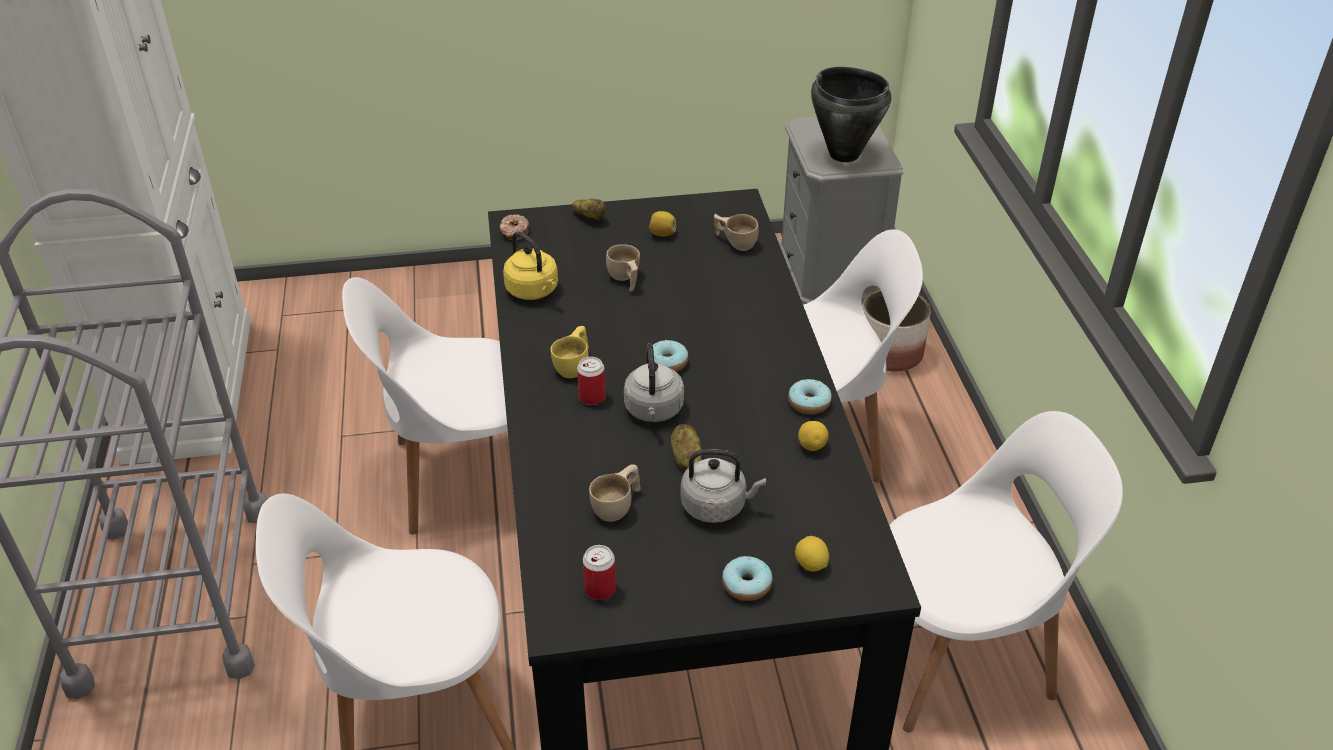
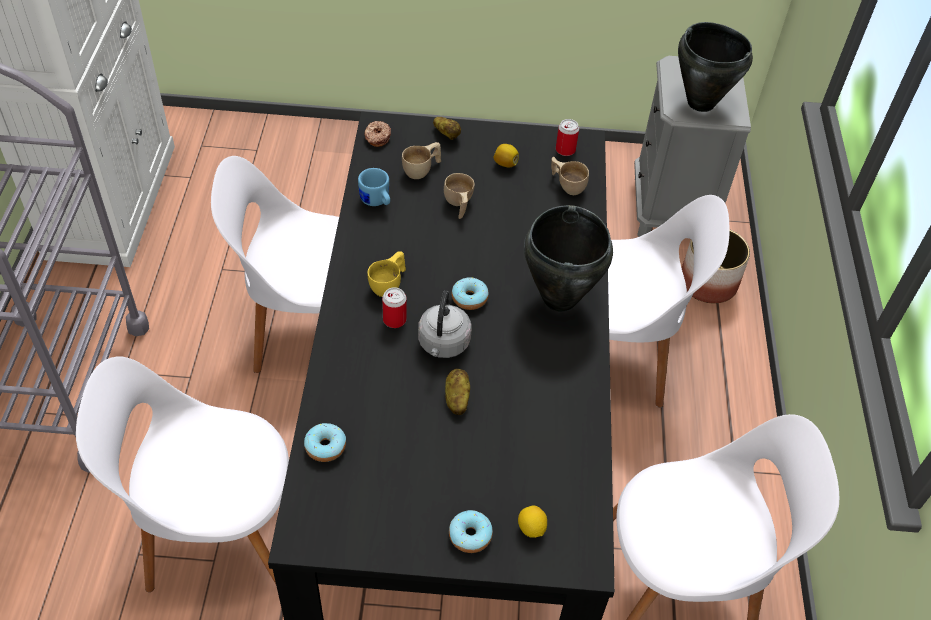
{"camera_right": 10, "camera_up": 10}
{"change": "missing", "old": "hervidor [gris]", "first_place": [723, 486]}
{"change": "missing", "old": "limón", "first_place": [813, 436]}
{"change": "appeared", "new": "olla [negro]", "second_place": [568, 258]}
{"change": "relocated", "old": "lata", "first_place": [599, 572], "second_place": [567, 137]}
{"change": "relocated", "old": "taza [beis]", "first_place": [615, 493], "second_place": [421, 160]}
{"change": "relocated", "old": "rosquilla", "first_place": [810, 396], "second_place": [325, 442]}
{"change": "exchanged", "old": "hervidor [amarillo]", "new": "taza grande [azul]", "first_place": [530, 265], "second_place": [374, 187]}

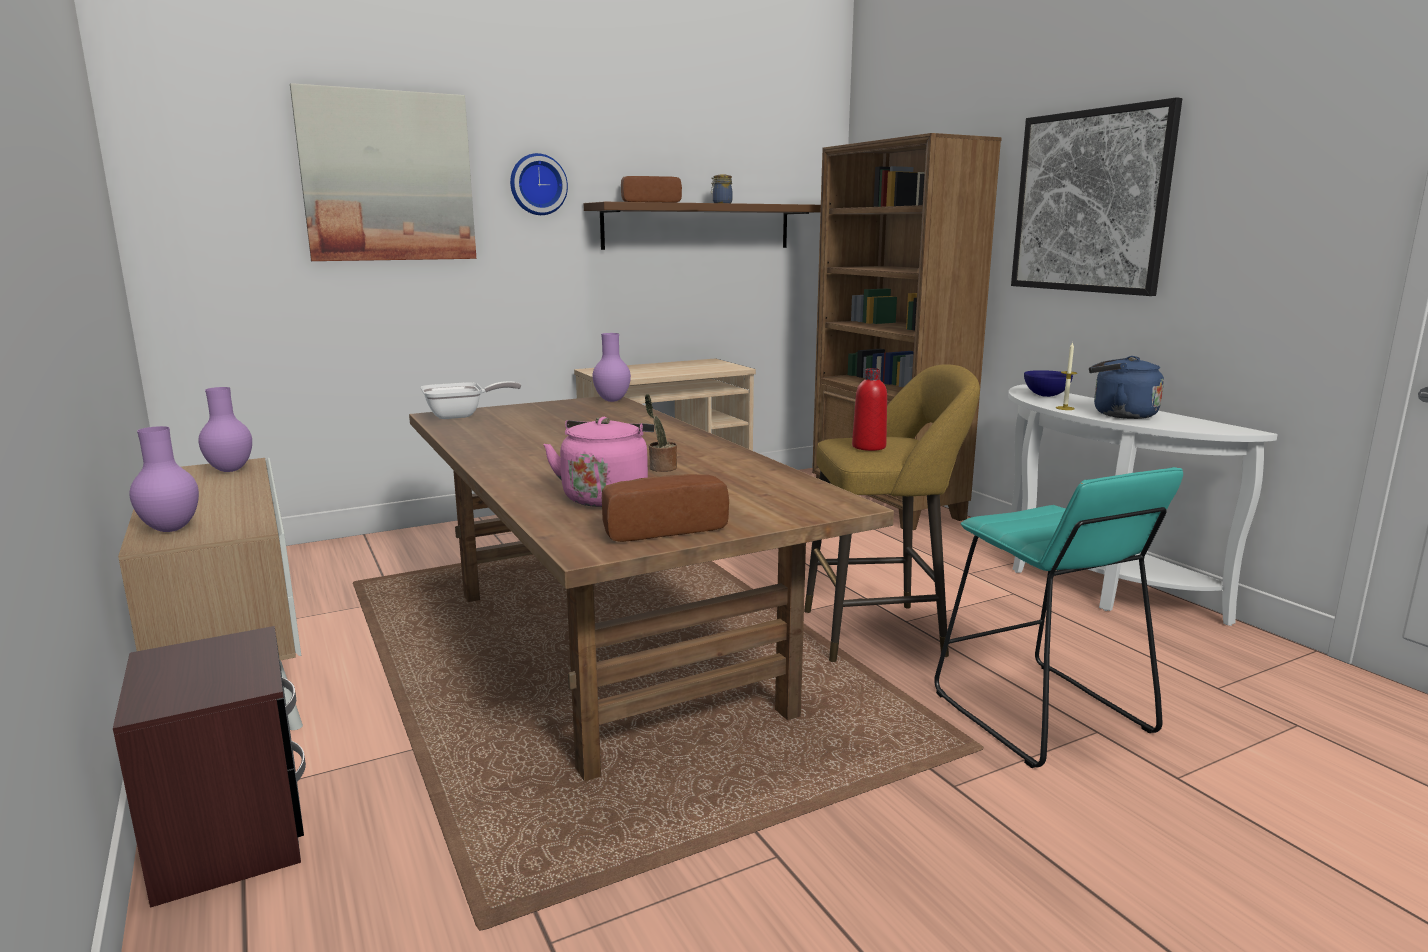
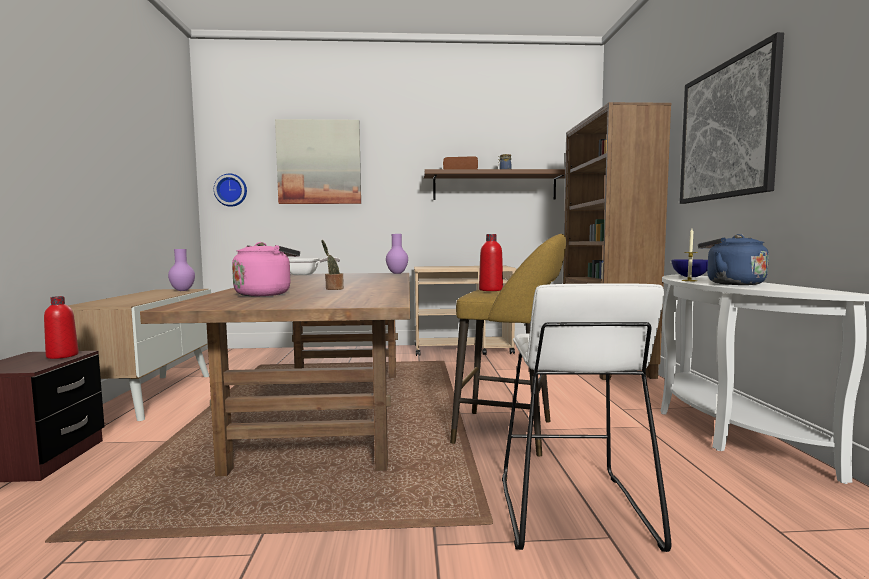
{"camera_right": 25, "camera_up": -10}
{"change": "missing", "old": "florero [morado]", "first_place": [164, 479]}
{"change": "missing", "old": "pan", "first_place": [665, 508]}
{"change": "appeared", "new": "botella [rojo]", "second_place": [61, 327]}
{"change": "relocated", "old": "reloj de pared", "first_place": [539, 184], "second_place": [230, 190]}
{"change": "colour", "old": "taburete [turquesa]", "new": "taburete [blanco]", "first_place": [1058, 617], "second_place": [586, 417]}

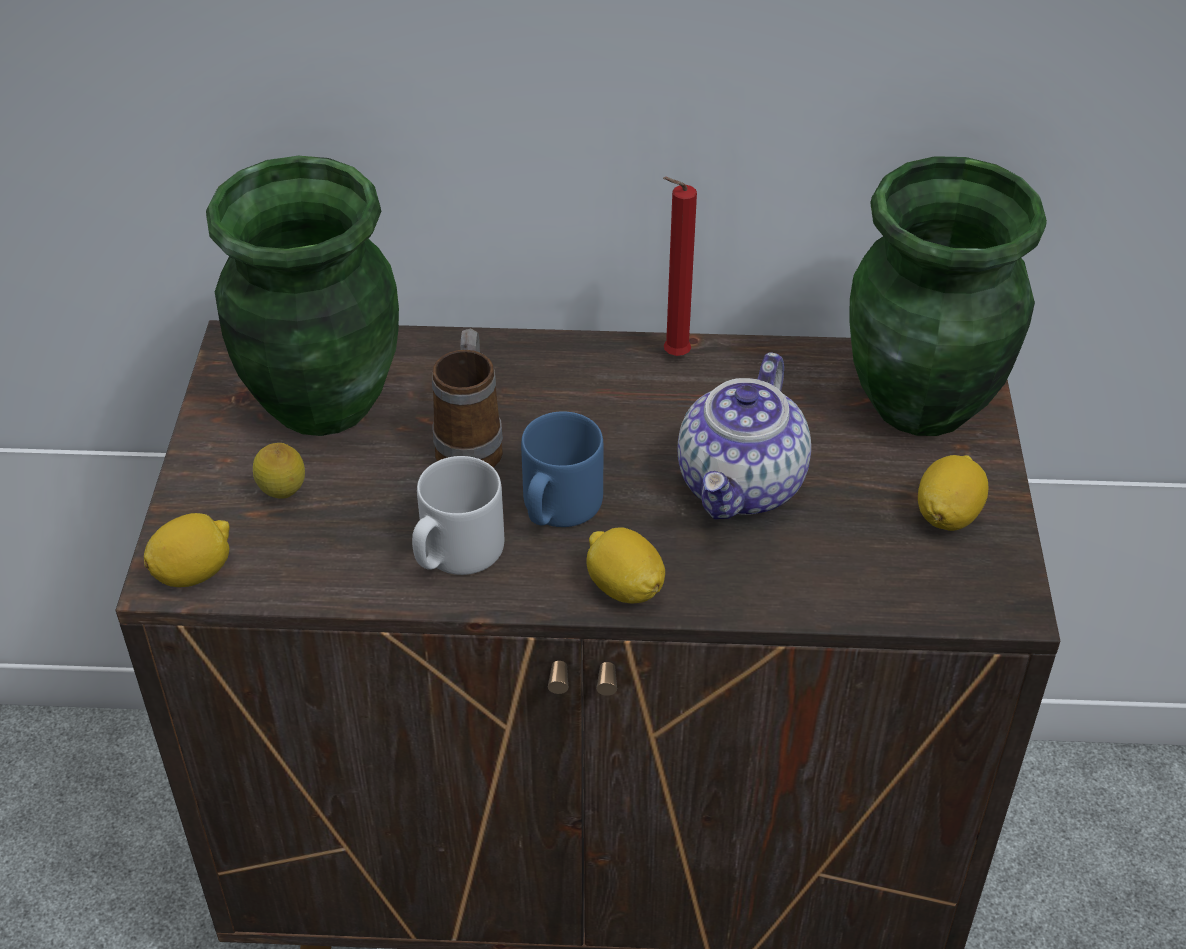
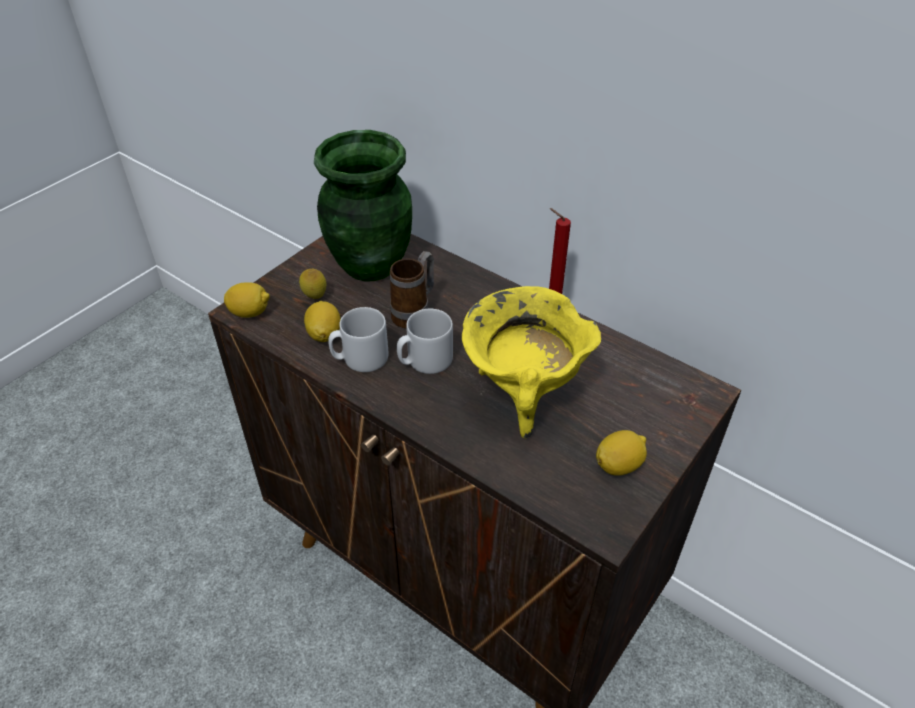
{"camera_right": 35, "camera_up": 0}
{"change": "missing", "old": "florero [verde]", "first_place": [948, 296]}
{"change": "relocated", "old": "limón", "first_place": [625, 565], "second_place": [322, 321]}
{"change": "exchanged", "old": "tetera", "new": "olla [amarillo]", "first_place": [744, 435], "second_place": [531, 362]}
{"change": "colour", "old": "taza grande [azul]", "new": "taza grande [gris]", "first_place": [562, 469], "second_place": [425, 341]}

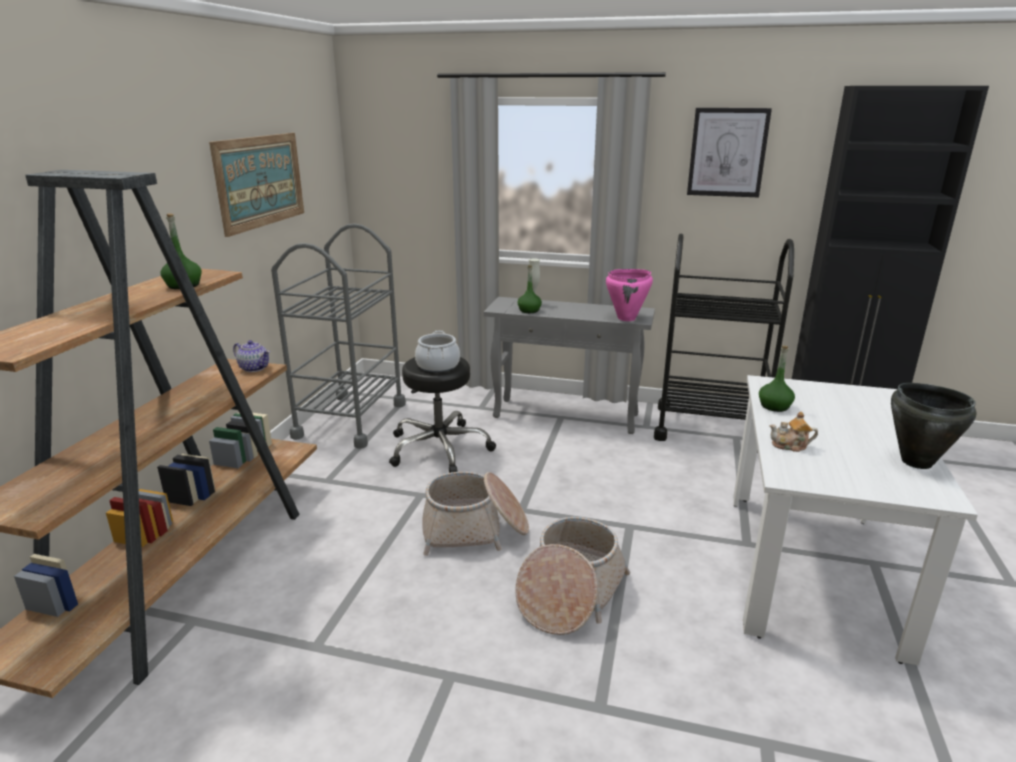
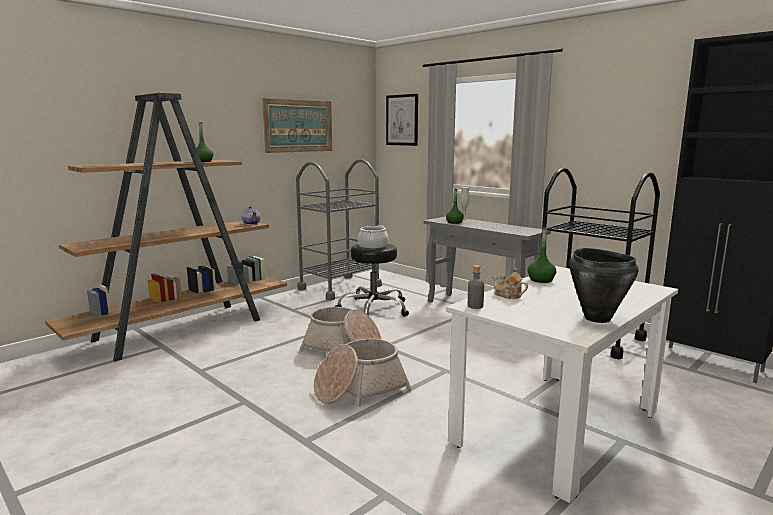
{"camera_right": 30, "camera_up": -10}
{"change": "missing", "old": "olla [rosa]", "first_place": [629, 295]}
{"change": "appeared", "new": "botella [gris]", "second_place": [476, 287]}
{"change": "relocated", "old": "cuadro", "first_place": [729, 152], "second_place": [402, 120]}

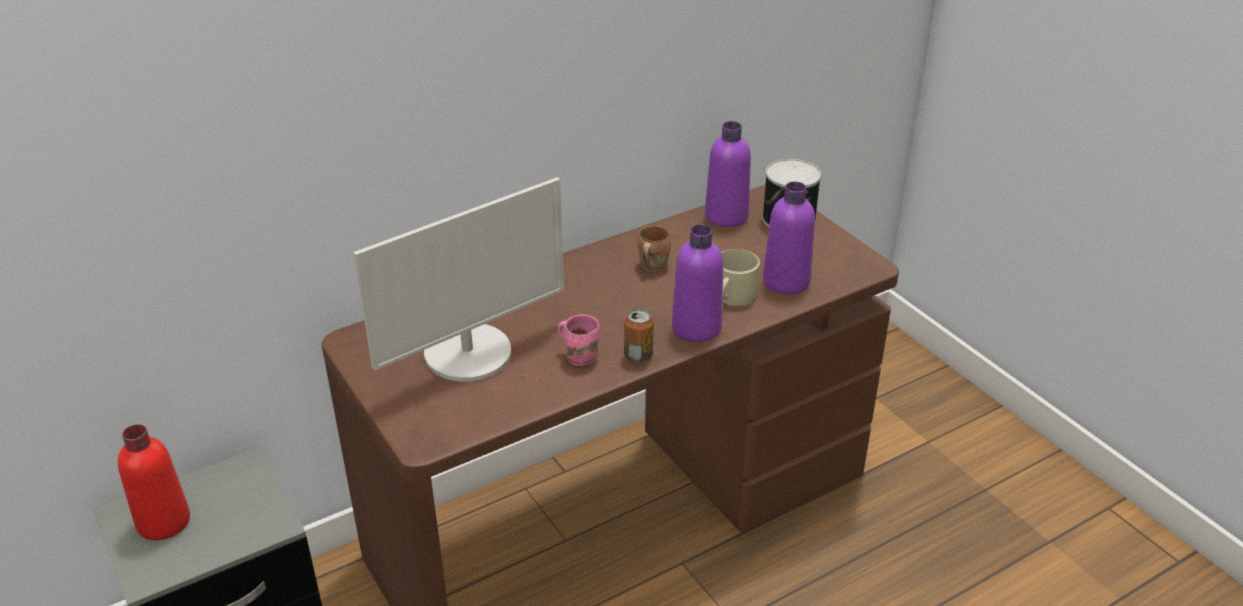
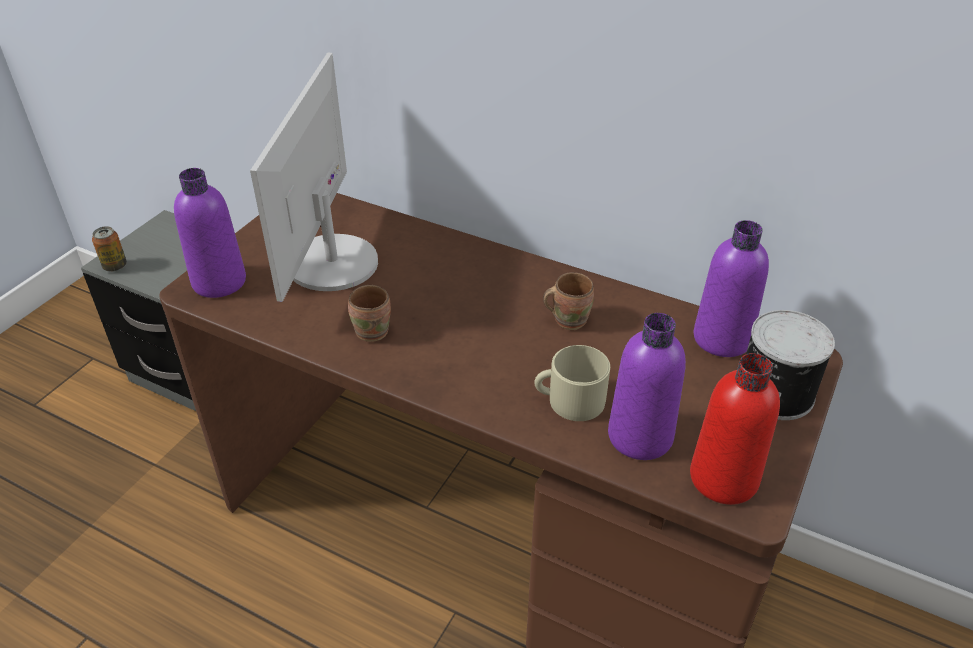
{"camera_right": 60, "camera_up": 5}
{"change": "relocated", "old": "botella [rojo]", "first_place": [154, 482], "second_place": [735, 429]}
{"change": "relocated", "old": "lata", "first_place": [639, 335], "second_place": [109, 249]}
{"change": "relocated", "old": "botella [morado]", "first_place": [697, 283], "second_place": [210, 233]}
{"change": "colour", "old": "taza grande [rosa]", "new": "taza grande [marrón]", "first_place": [579, 340], "second_place": [369, 313]}
{"change": "spun", "old": "monitor", "first_place": [459, 279], "second_place": [314, 177], "degrees": 75}

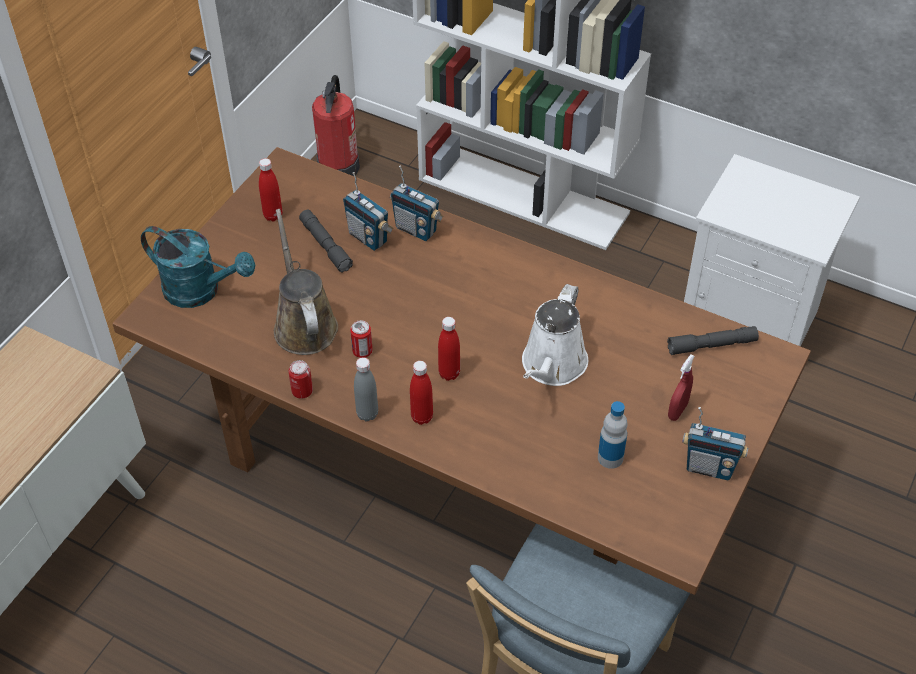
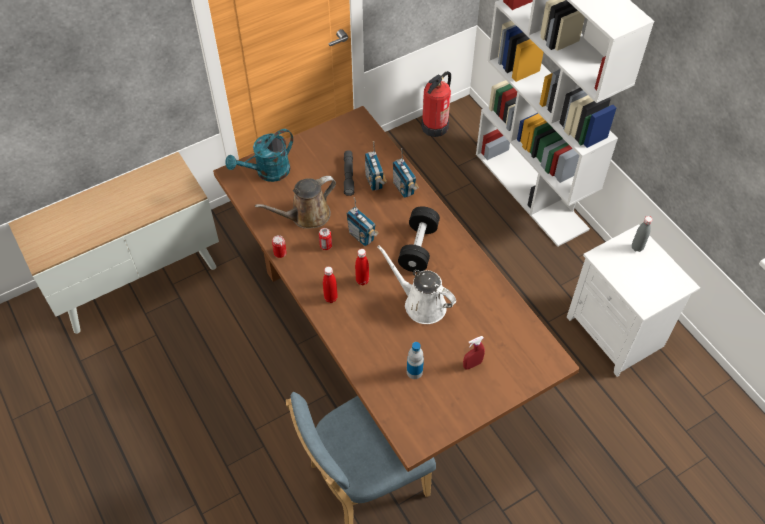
{"camera_right": 30, "camera_up": 5}
{"change": "missing", "old": "botella [rojo]", "first_place": [270, 189]}
{"change": "missing", "old": "linterna [gris]", "first_place": [713, 340]}
{"change": "appeared", "new": "mancuerna [negro]", "second_place": [419, 239]}
{"change": "relocated", "old": "botella [gris]", "first_place": [366, 389], "second_place": [642, 234]}
{"change": "relocated", "old": "radio", "first_place": [715, 443], "second_place": [362, 221]}
{"change": "spun", "old": "regadera [turquesa]", "first_place": [198, 267], "second_place": [259, 155], "degrees": 90}
{"change": "spun", "old": "regadera [marrón]", "first_place": [306, 282], "second_place": [295, 202], "degrees": -135}
{"change": "spun", "old": "regadera [blanco]", "first_place": [555, 335], "second_place": [416, 284], "degrees": 75}

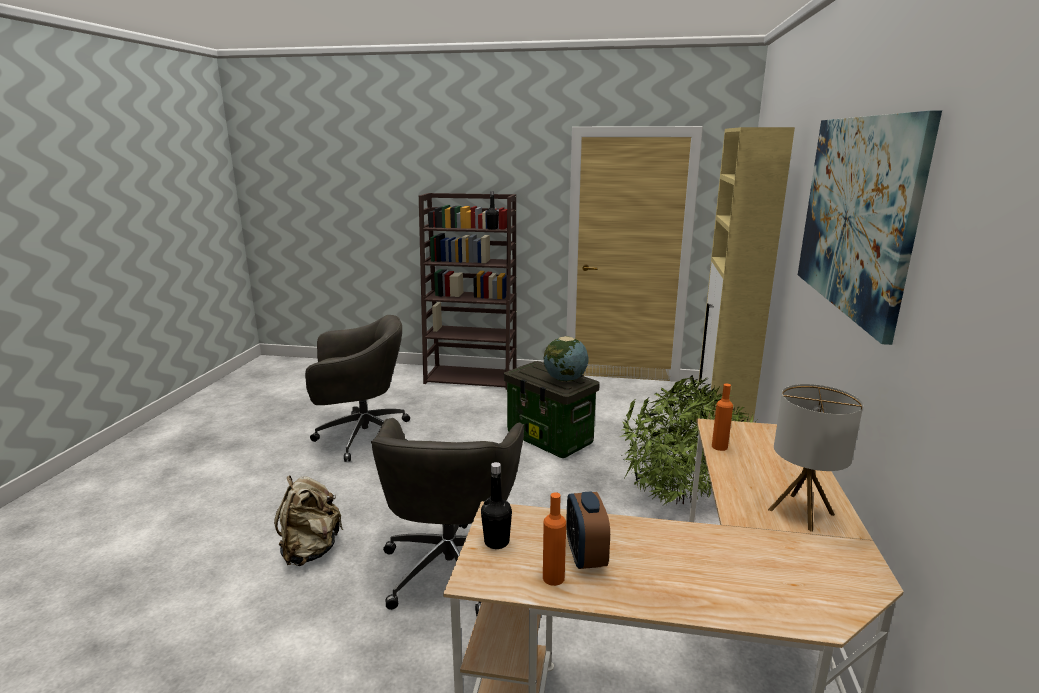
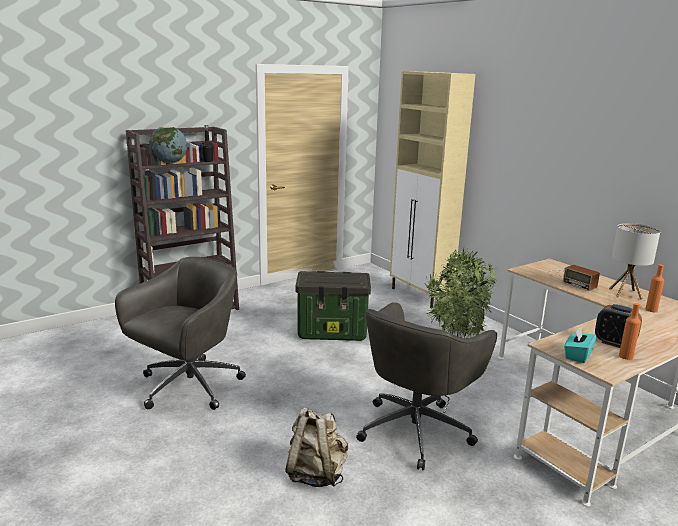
{"camera_right": -45, "camera_up": 0}
{"change": "missing", "old": "cuadro", "first_place": [870, 227]}
{"change": "appeared", "new": "radio", "second_place": [574, 278]}
{"change": "relocated", "old": "globo terráqueo", "first_place": [566, 359], "second_place": [168, 145]}
{"change": "relocated", "old": "botella [naranja]", "first_place": [722, 417], "second_place": [654, 288]}
{"change": "exchanged", "old": "botella [negro]", "new": "caja de pañuelos [turquesa]", "first_place": [496, 505], "second_place": [580, 345]}
{"change": "spun", "old": "silla de oficina [gris]", "first_place": [447, 517], "second_place": [426, 386], "degrees": 75}

